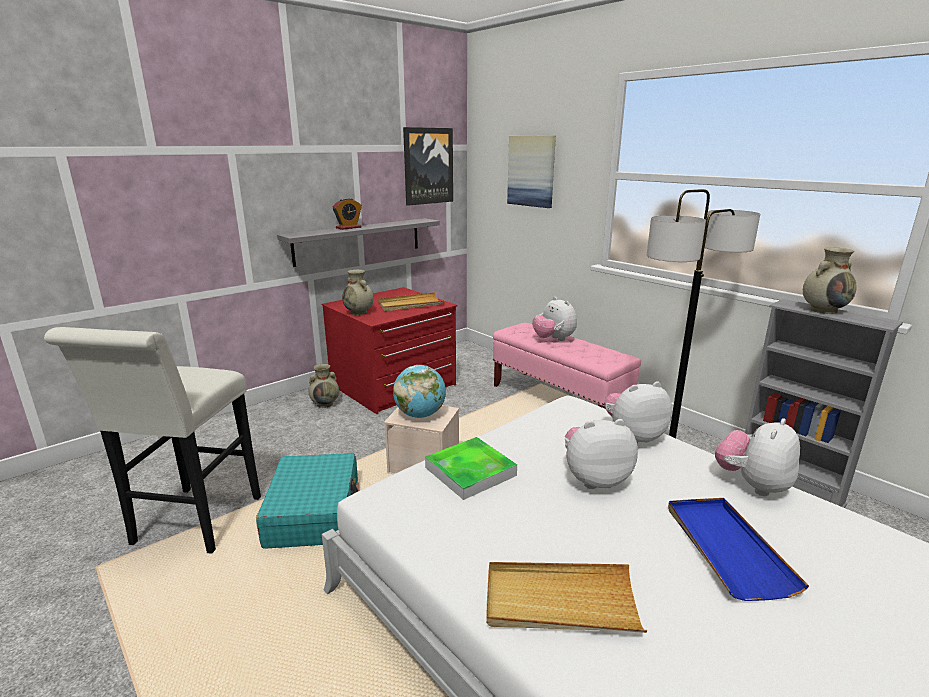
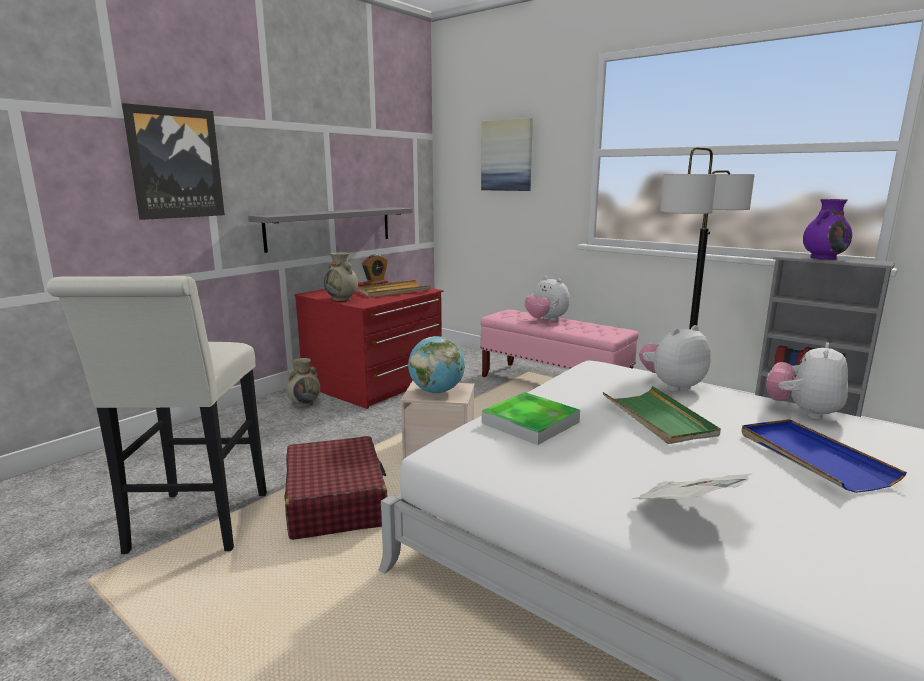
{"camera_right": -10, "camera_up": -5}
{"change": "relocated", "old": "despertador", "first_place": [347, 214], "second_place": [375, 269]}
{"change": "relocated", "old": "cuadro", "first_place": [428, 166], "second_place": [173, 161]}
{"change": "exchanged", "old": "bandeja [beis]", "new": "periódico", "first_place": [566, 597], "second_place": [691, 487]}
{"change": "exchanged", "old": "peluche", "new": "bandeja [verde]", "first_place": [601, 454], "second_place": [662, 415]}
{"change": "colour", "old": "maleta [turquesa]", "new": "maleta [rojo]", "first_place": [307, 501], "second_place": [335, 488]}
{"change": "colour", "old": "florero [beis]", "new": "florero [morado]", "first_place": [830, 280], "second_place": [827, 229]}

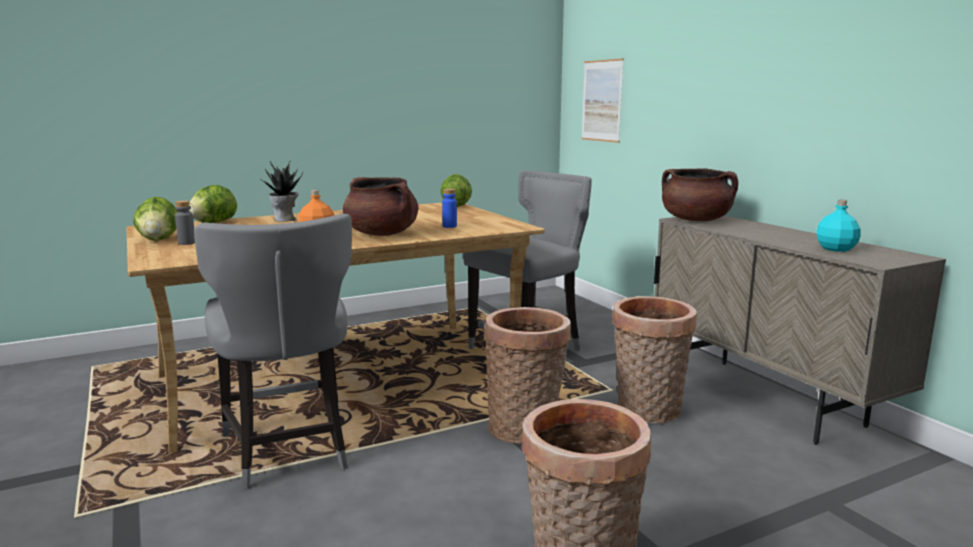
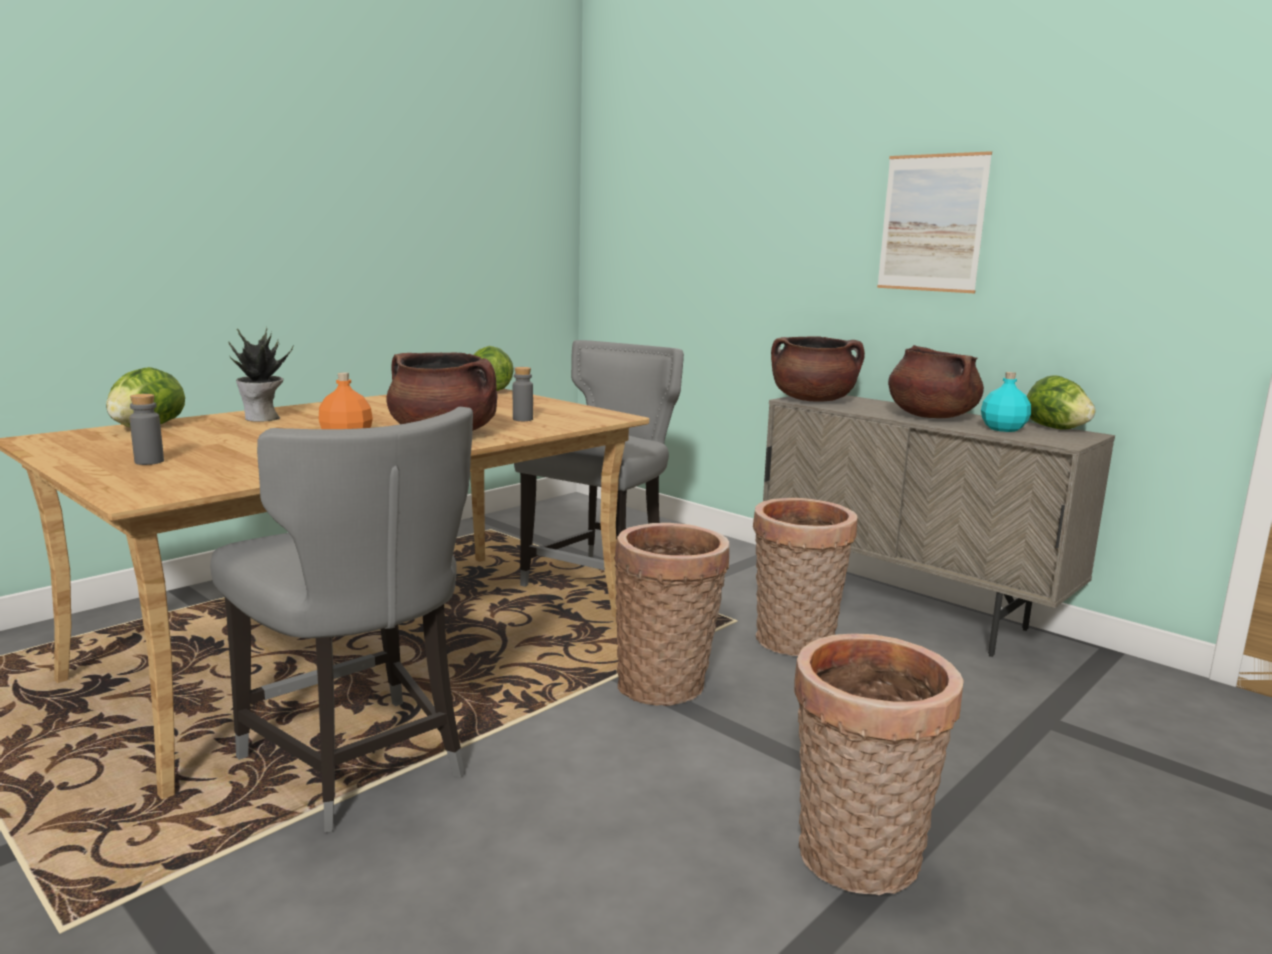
{"camera_right": -20, "camera_up": 0}
{"change": "appeared", "new": "olla [marrón]", "second_place": [936, 381]}
{"change": "relocated", "old": "lechuga", "first_place": [155, 219], "second_place": [1061, 402]}
{"change": "relocated", "old": "cuadro", "first_place": [602, 100], "second_place": [934, 222]}
{"change": "colour", "old": "botella [azul]", "new": "botella [gris]", "first_place": [449, 208], "second_place": [523, 394]}

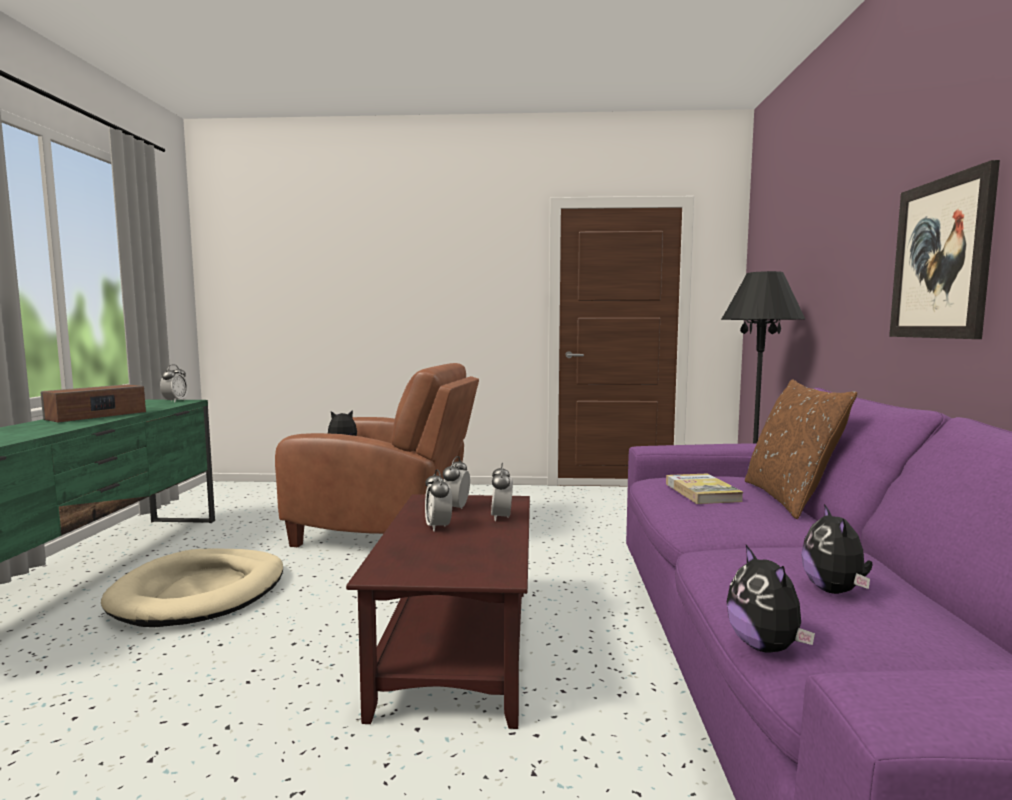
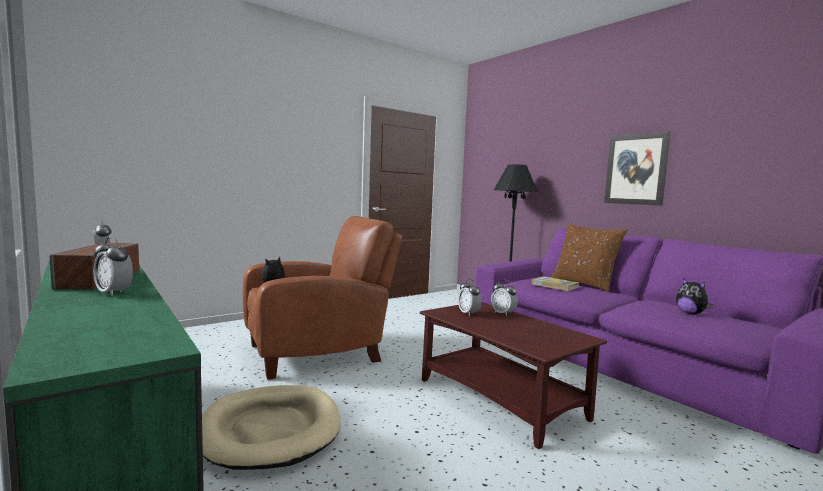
{"camera_right": -40, "camera_up": 0}
{"change": "missing", "old": "peluche", "first_place": [771, 598]}
{"change": "relocated", "old": "despertador", "first_place": [438, 501], "second_place": [113, 266]}

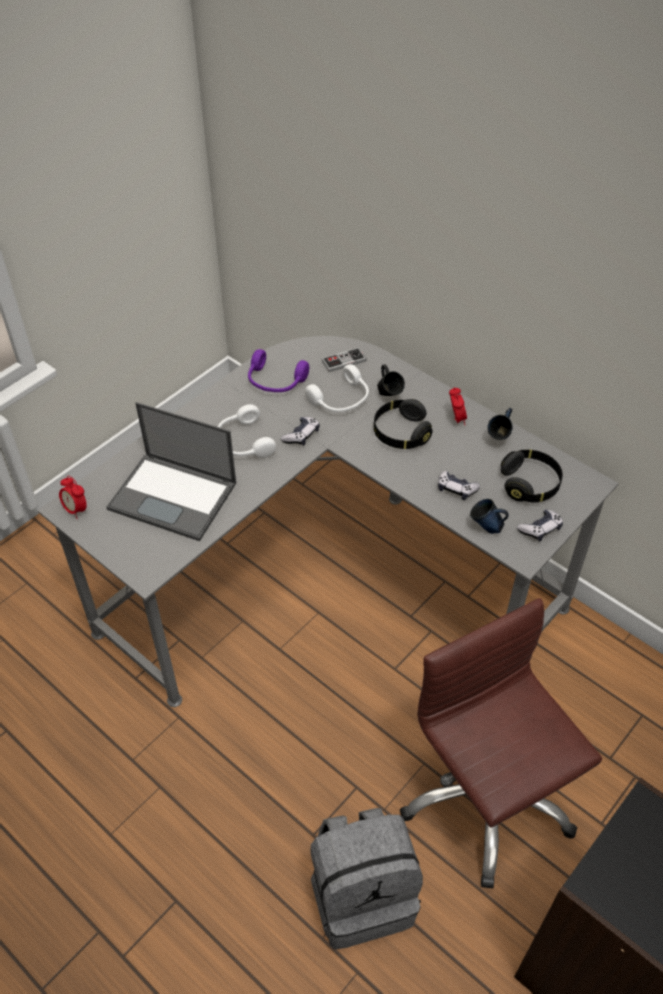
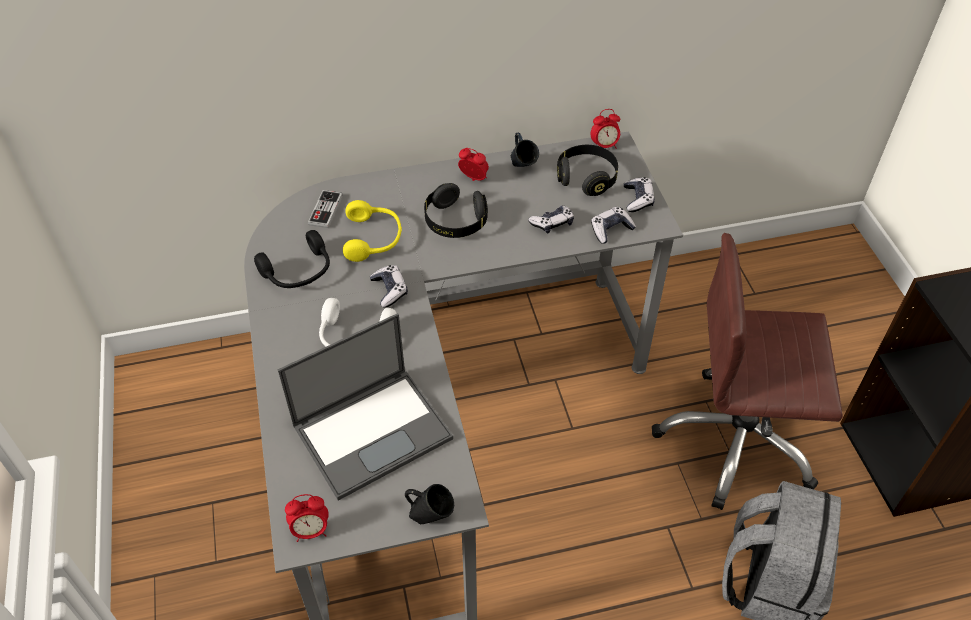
{"camera_right": -55, "camera_up": 0}
{"change": "appeared", "new": "despertador", "second_place": [605, 129]}
{"change": "relocated", "old": "taza grande [negro]", "first_place": [391, 380], "second_place": [429, 504]}
{"change": "exchanged", "old": "taza grande [azul]", "new": "mando de consola", "first_place": [489, 516], "second_place": [613, 225]}
{"change": "colour", "old": "auriculares [morado]", "new": "auriculares [negro]", "first_place": [278, 370], "second_place": [292, 259]}
{"change": "colour", "old": "auriculares [blanco]", "new": "auriculares [amarillo]", "first_place": [337, 388], "second_place": [372, 231]}

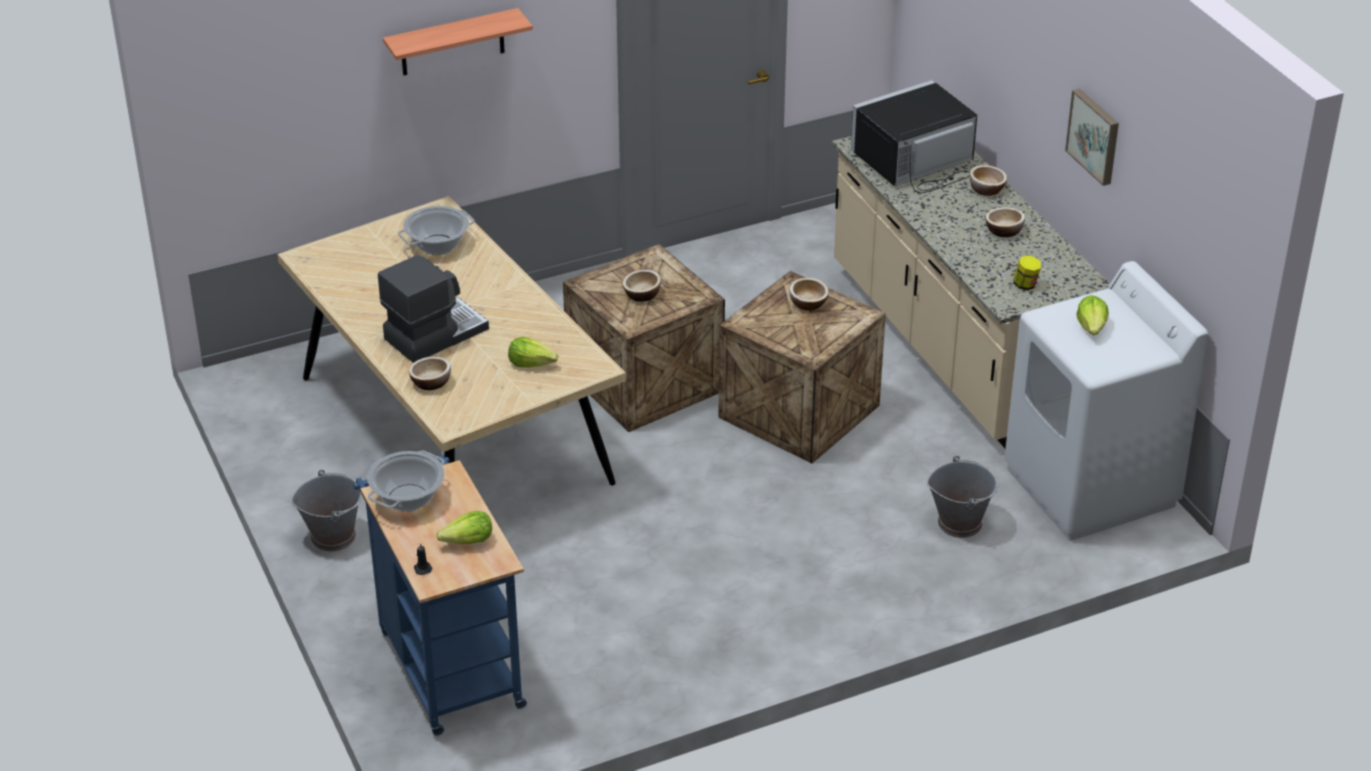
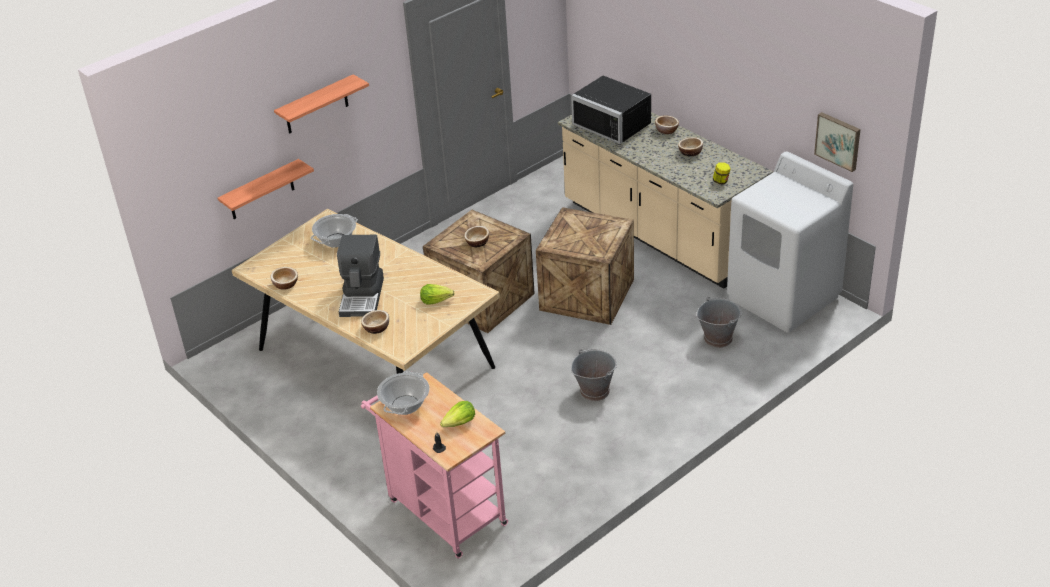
{"camera_right": -15, "camera_up": 0}
{"change": "missing", "old": "lechuga", "first_place": [1093, 315]}
{"change": "appeared", "new": "estante", "second_place": [265, 189]}
{"change": "relocated", "old": "cubo [gris]", "first_place": [327, 511], "second_place": [594, 375]}
{"change": "relocated", "old": "cuenco", "first_place": [809, 294], "second_place": [284, 278]}
{"change": "relocated", "old": "cuadro", "first_place": [1092, 137], "second_place": [837, 142]}
{"change": "colour", "old": "carrito [azul]", "new": "carrito [rosa]", "first_place": [440, 595], "second_place": [434, 465]}
{"change": "spun", "old": "cafetera", "first_place": [433, 309], "second_place": [360, 276], "degrees": 150}
{"change": "spun", "old": "microondas [negro]", "first_place": [914, 136], "second_place": [611, 110], "degrees": -90}

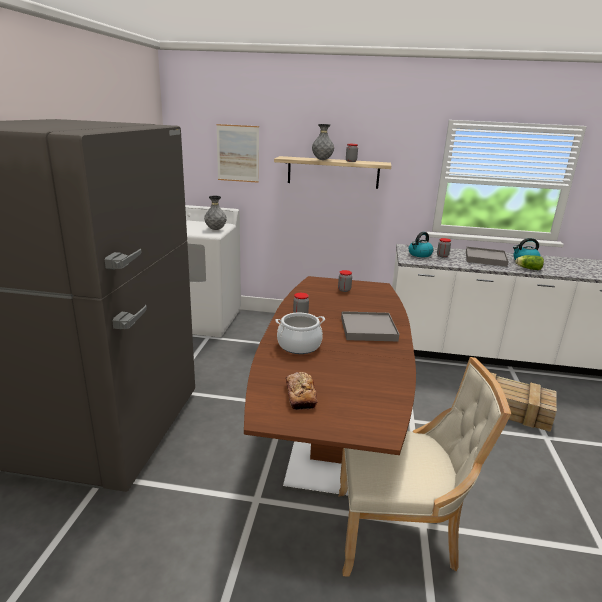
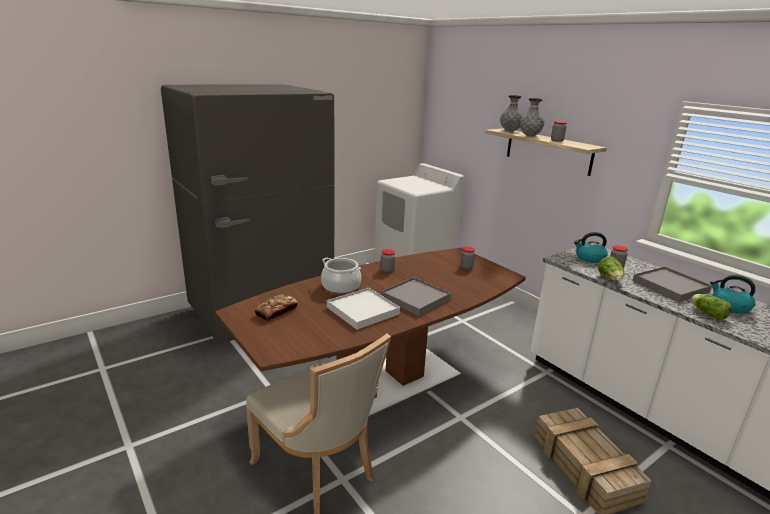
{"camera_right": 45, "camera_up": 0}
{"change": "missing", "old": "cuadro", "first_place": [237, 153]}
{"change": "appeared", "new": "bandeja [blanco]", "second_place": [363, 309]}
{"change": "appeared", "new": "lechuga", "second_place": [611, 268]}
{"change": "relocated", "old": "florero [gris]", "first_place": [215, 213], "second_place": [511, 113]}

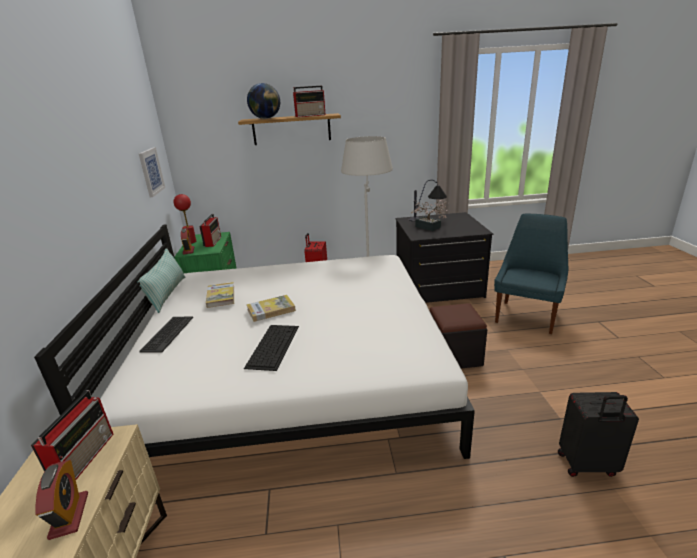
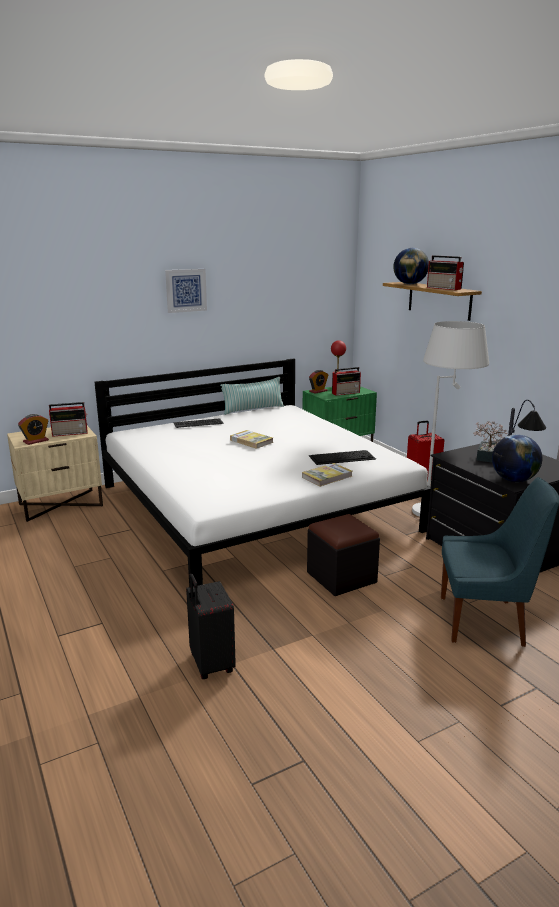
{"camera_right": 65, "camera_up": -5}
{"change": "appeared", "new": "globo terráqueo", "second_place": [517, 458]}
{"change": "relocated", "old": "cuadro", "first_place": [152, 172], "second_place": [186, 291]}
{"change": "relocated", "old": "libro", "first_place": [220, 295], "second_place": [327, 475]}
{"change": "relocated", "old": "teclado", "first_place": [271, 348], "second_place": [342, 457]}

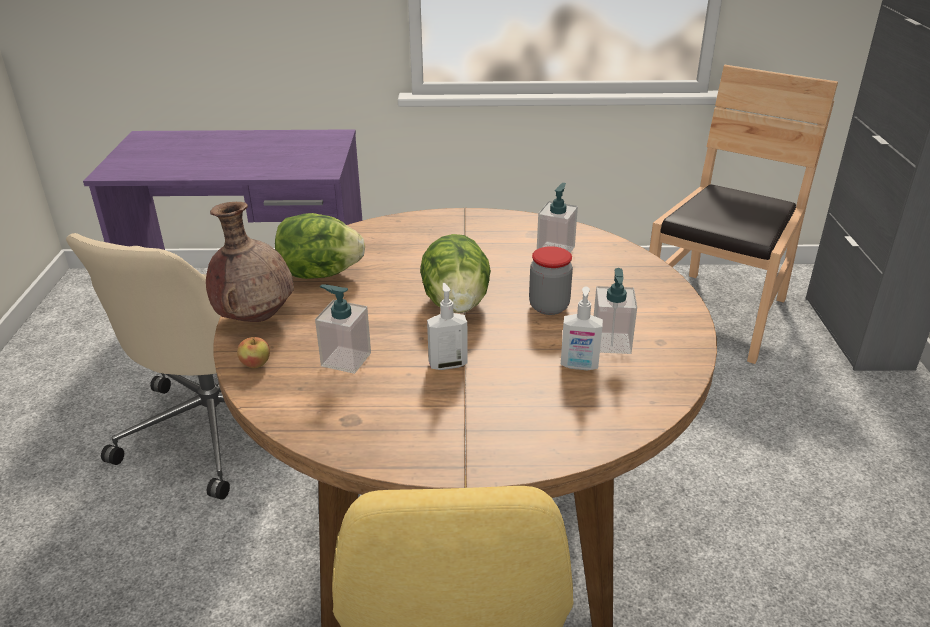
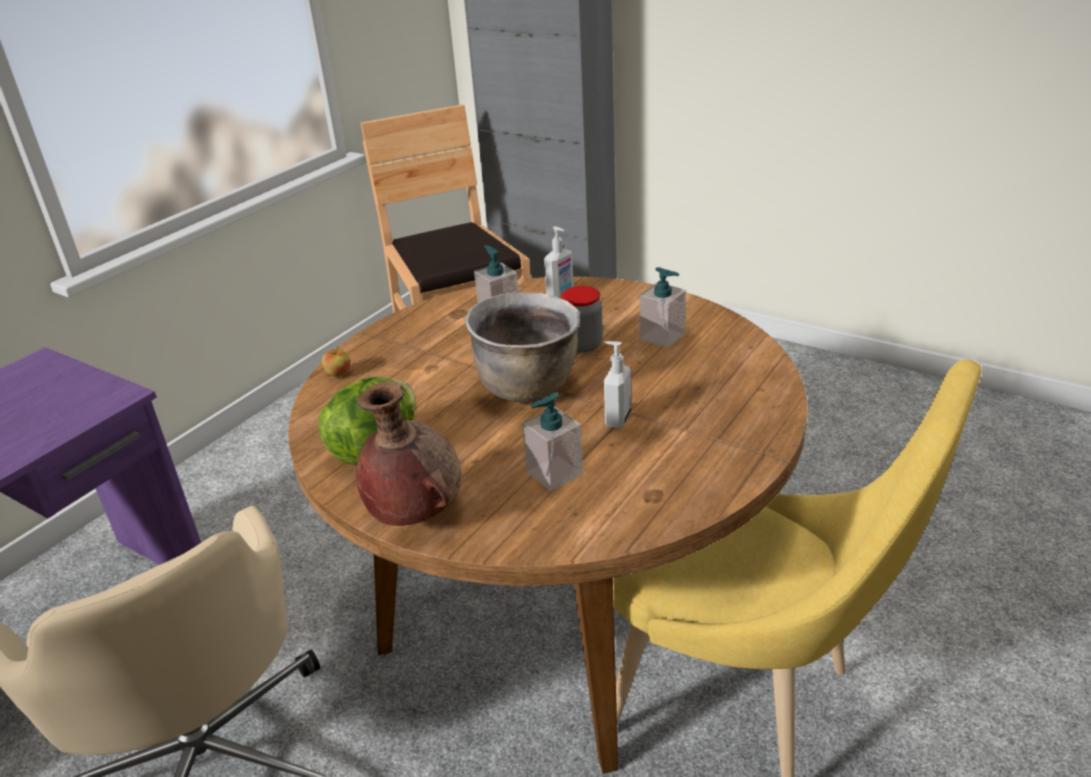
{"camera_right": -55, "camera_up": 0}
{"change": "relocated", "old": "manzana", "first_place": [253, 352], "second_place": [336, 361]}
{"change": "relocated", "old": "dispensador de jabón", "first_place": [582, 328], "second_place": [559, 261]}
{"change": "exchanged", "old": "lechuga", "new": "olla [marrón]", "first_place": [455, 273], "second_place": [522, 347]}

